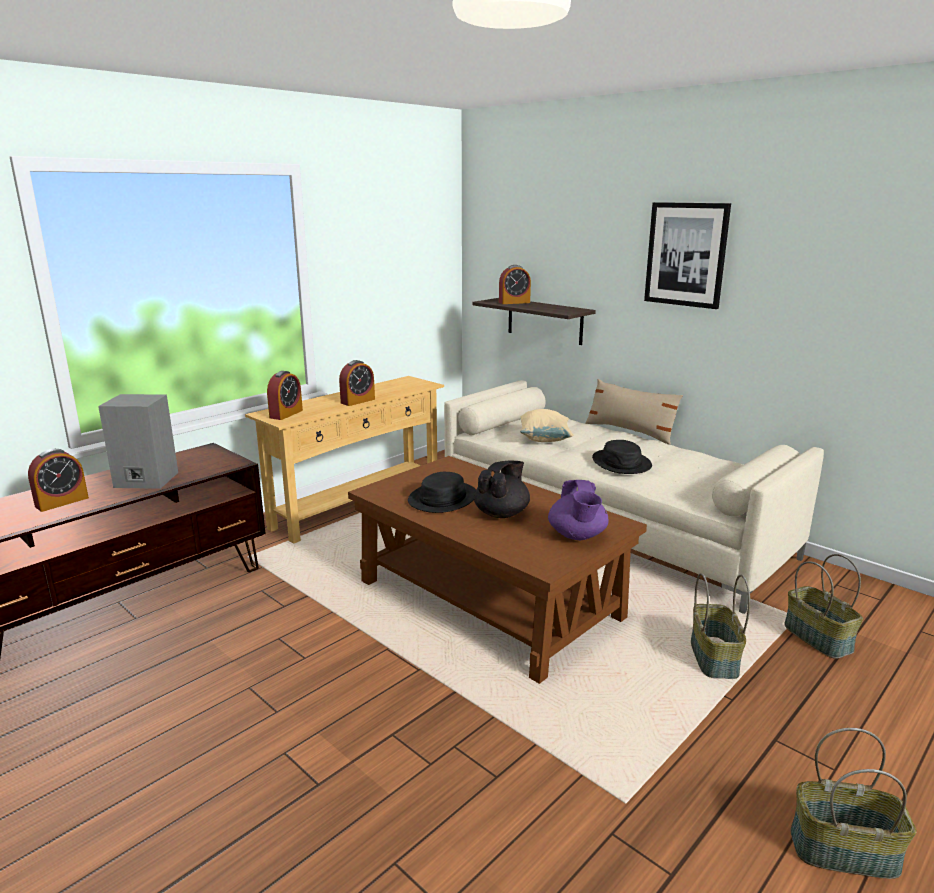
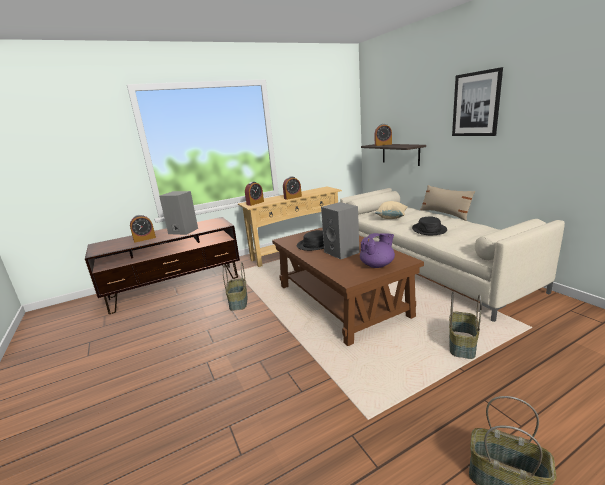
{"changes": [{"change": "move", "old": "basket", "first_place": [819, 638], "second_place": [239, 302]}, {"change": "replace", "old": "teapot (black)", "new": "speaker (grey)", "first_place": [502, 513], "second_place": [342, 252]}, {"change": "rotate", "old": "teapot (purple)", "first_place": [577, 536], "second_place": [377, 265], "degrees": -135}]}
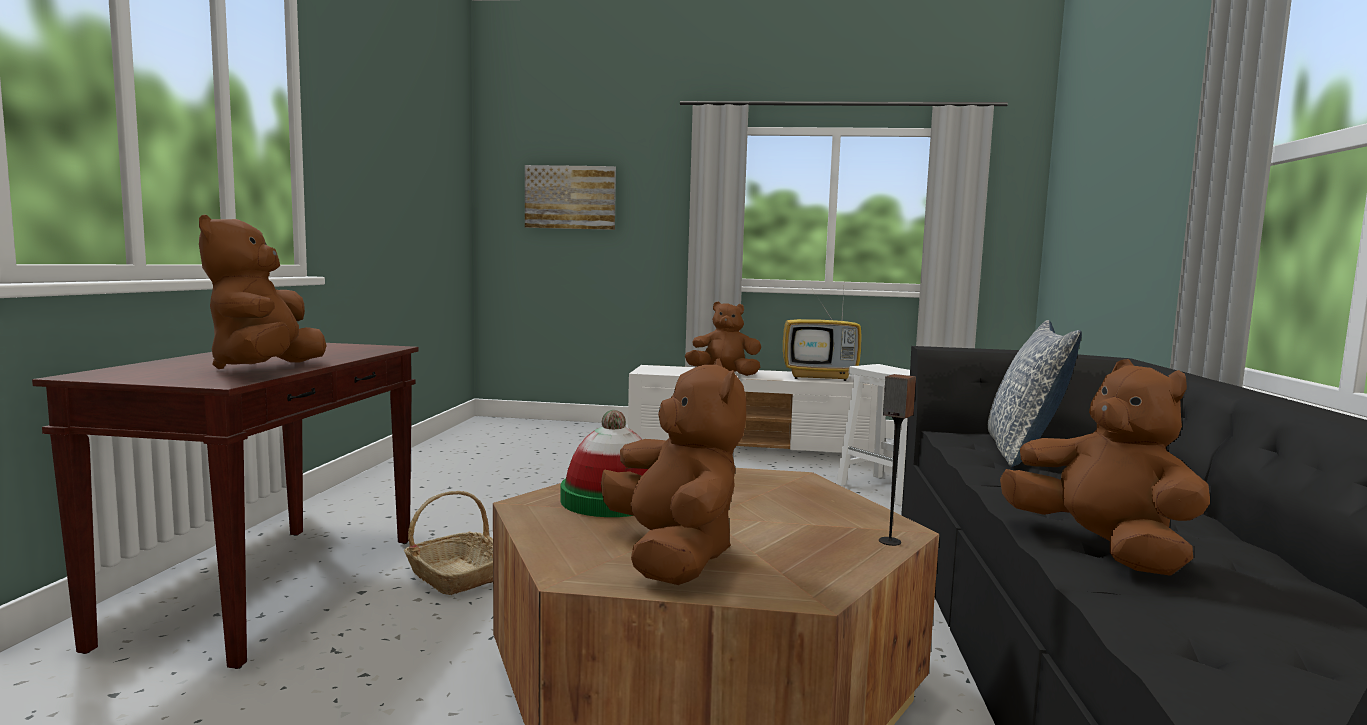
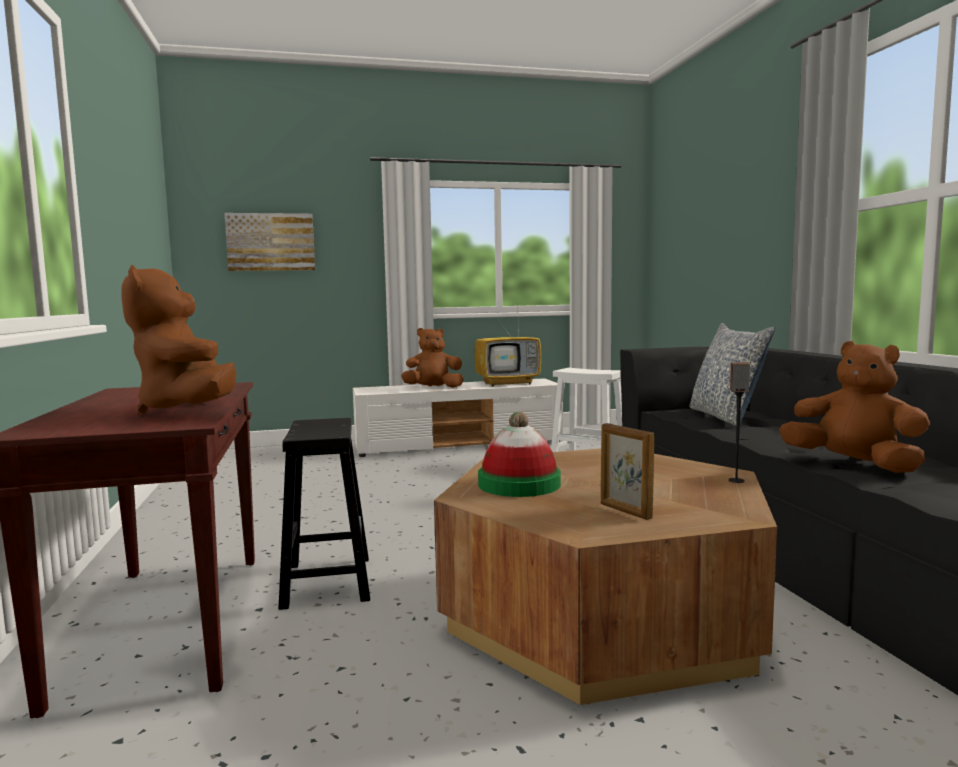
{"changes": [{"change": "replace", "old": "basket", "new": "stool (black)", "first_place": [453, 575], "second_place": [327, 581]}, {"change": "replace", "old": "plush toy (brown)", "new": "picture frame", "first_place": [672, 555], "second_place": [625, 511]}]}
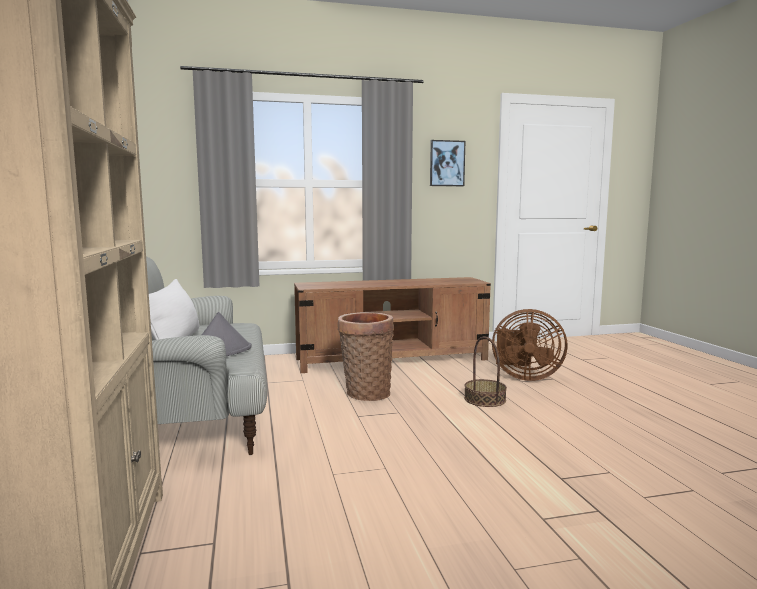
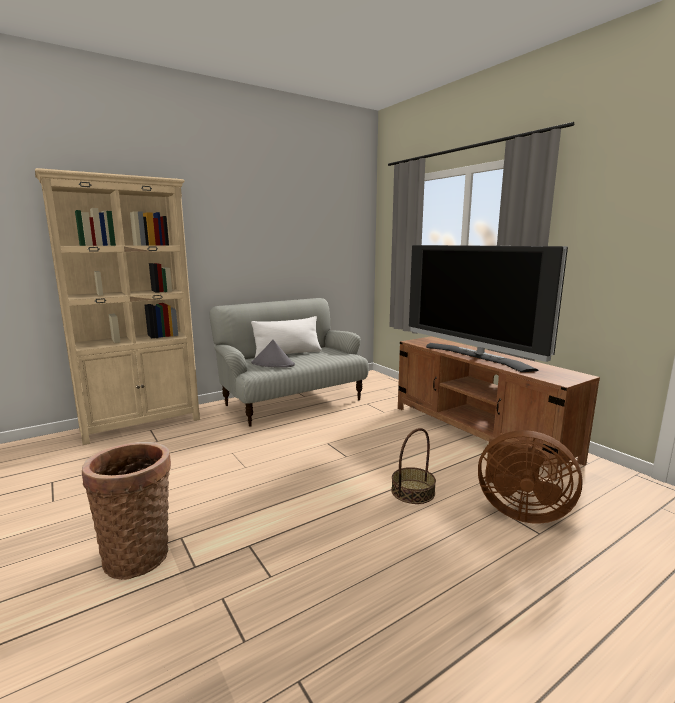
{"changes": [{"change": "move", "old": "basket", "first_place": [365, 393], "second_place": [139, 554]}, {"change": "insert", "new": "television", "second_place": [476, 357]}, {"change": "rotate", "old": "fan (brown)", "first_place": [524, 377], "second_place": [519, 511], "degrees": -60}, {"change": "delete", "old": "picture", "first_place": [446, 163]}]}
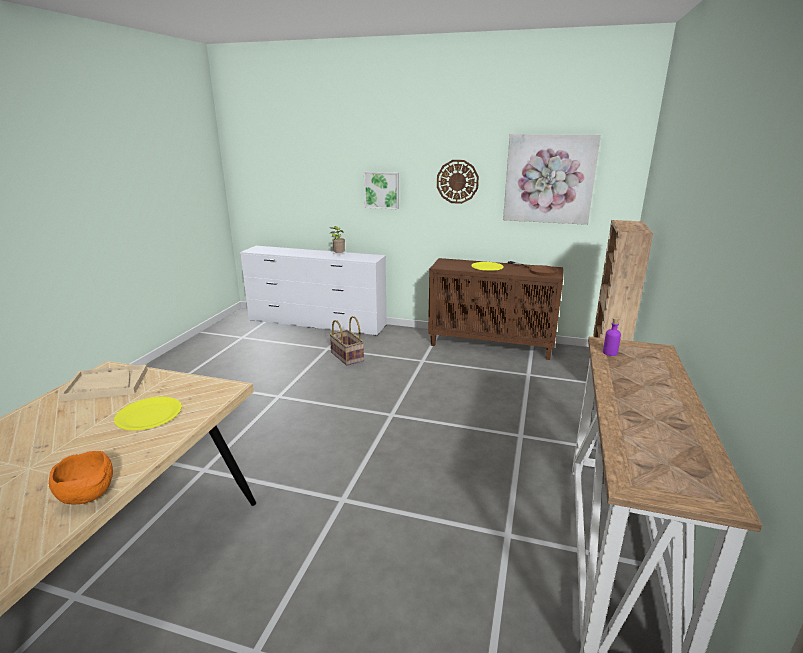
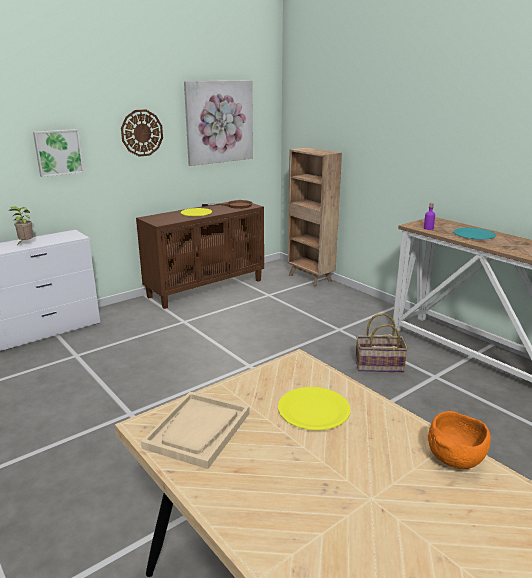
{"changes": [{"change": "move", "old": "basket", "first_place": [346, 357], "second_place": [379, 366]}, {"change": "insert", "new": "plate (turquoise)", "second_place": [473, 235]}]}
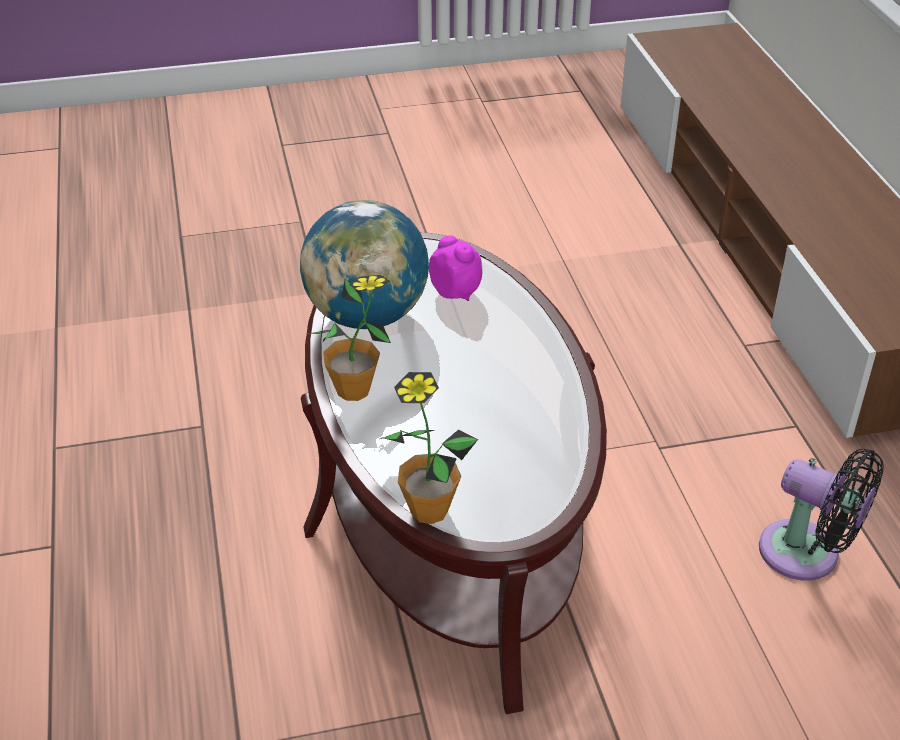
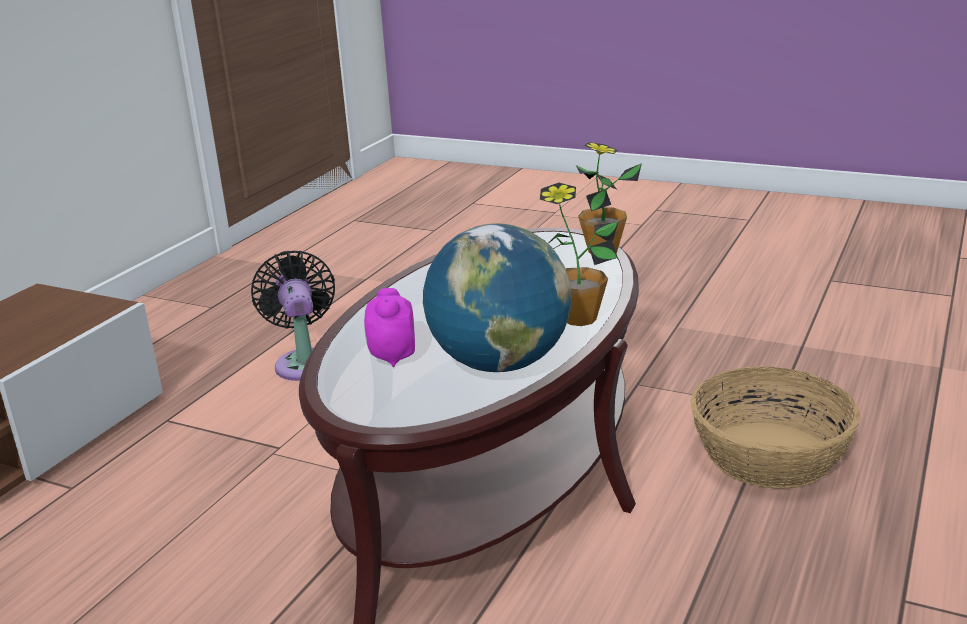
{"changes": [{"change": "insert", "new": "basket", "second_place": [768, 455]}]}
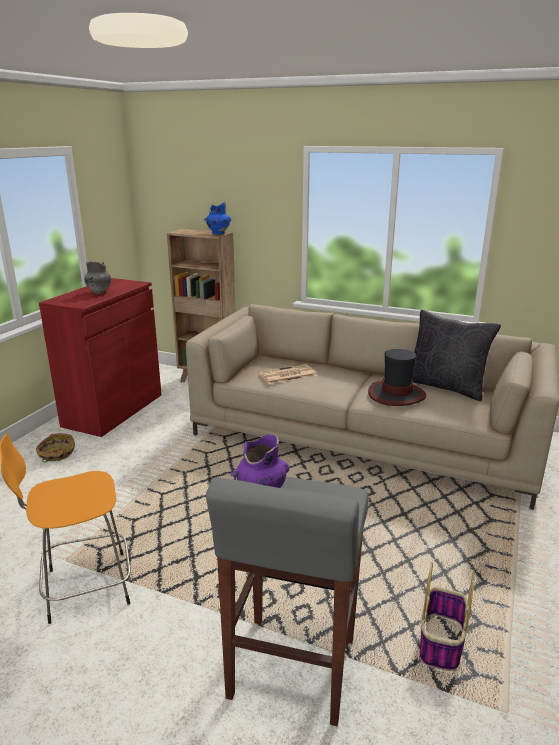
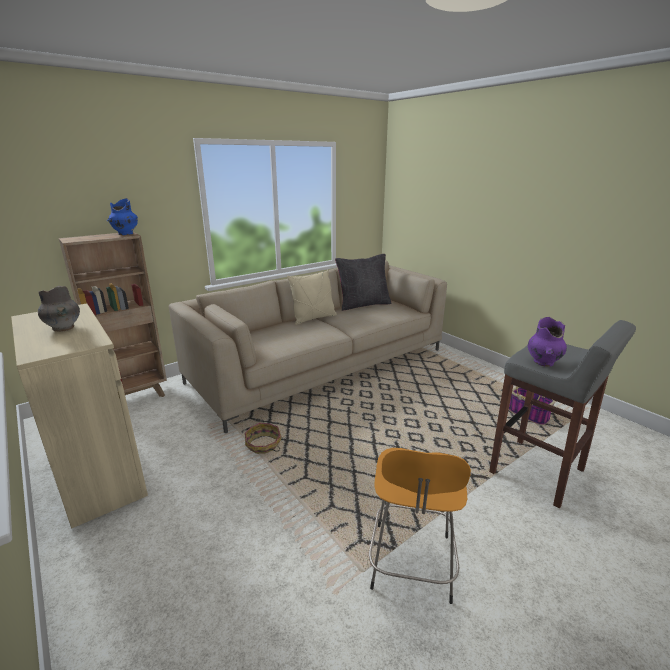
{"changes": [{"change": "recolor", "old": "cabinet (red)", "new": "cabinet (beige)", "first_place": [113, 410], "second_place": [98, 472]}, {"change": "move", "old": "basket", "first_place": [56, 454], "second_place": [263, 445]}, {"change": "insert", "new": "pillow (beige)", "second_place": [313, 318]}, {"change": "delete", "old": "newspaper", "first_place": [287, 375]}, {"change": "delete", "old": "hat", "first_place": [396, 394]}]}
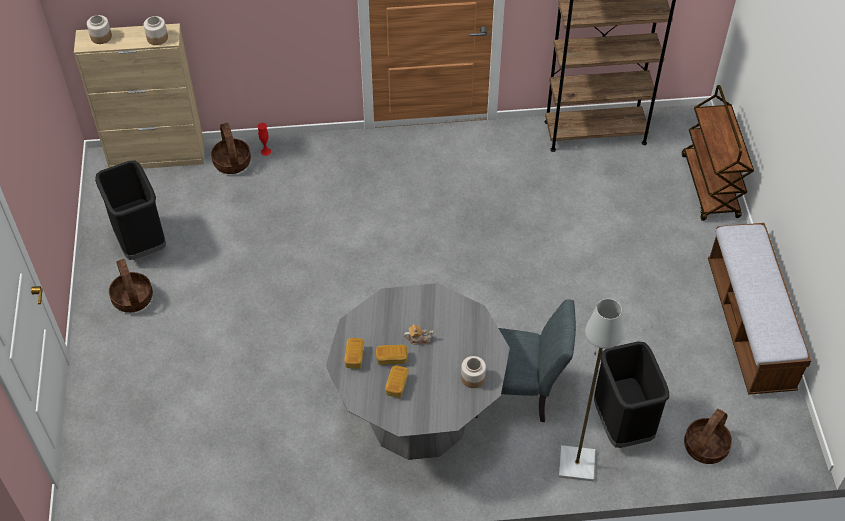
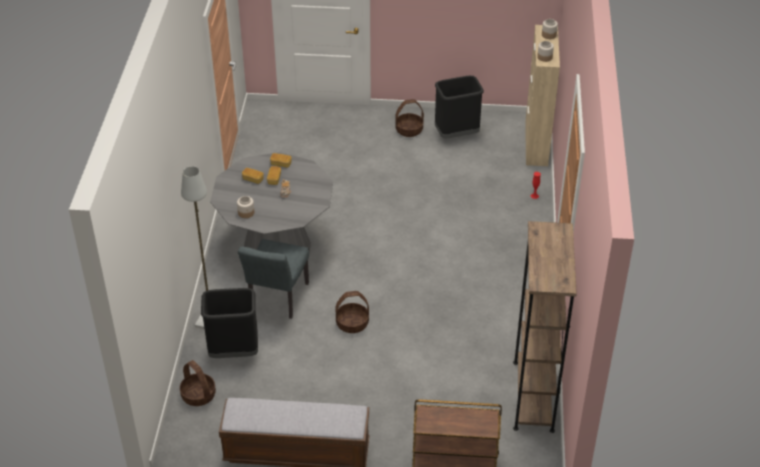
{"changes": [{"change": "move", "old": "basket", "first_place": [232, 162], "second_place": [352, 323]}]}
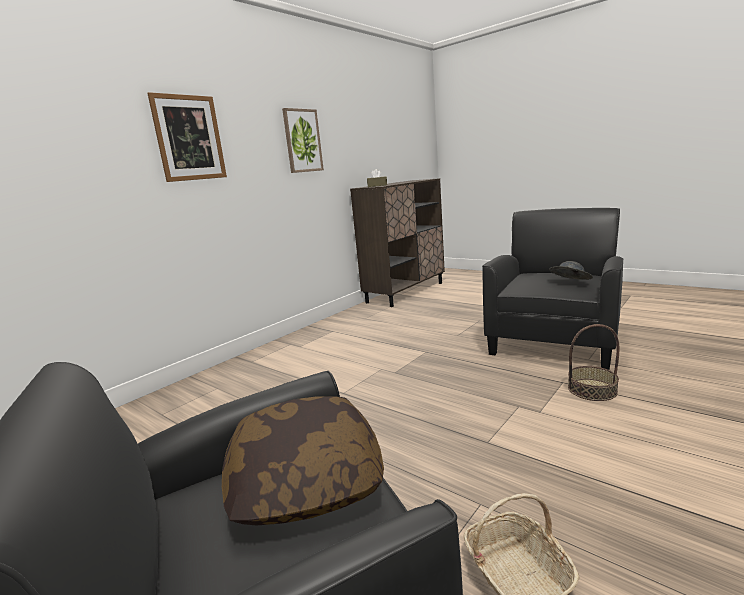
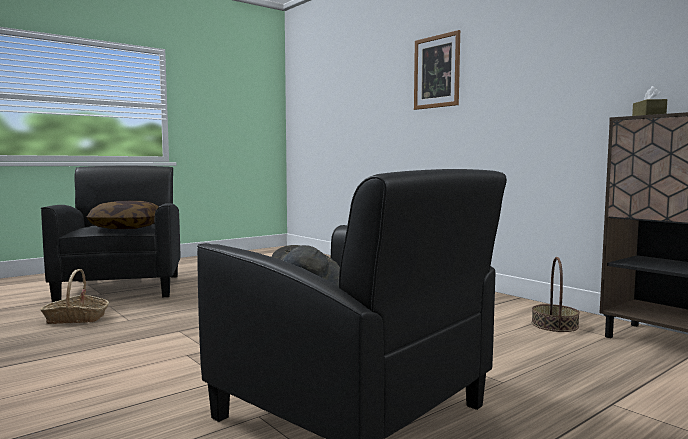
{"changes": [{"change": "move", "old": "basket", "first_place": [592, 390], "second_place": [554, 325]}, {"change": "delete", "old": "picture", "first_place": [302, 141]}]}
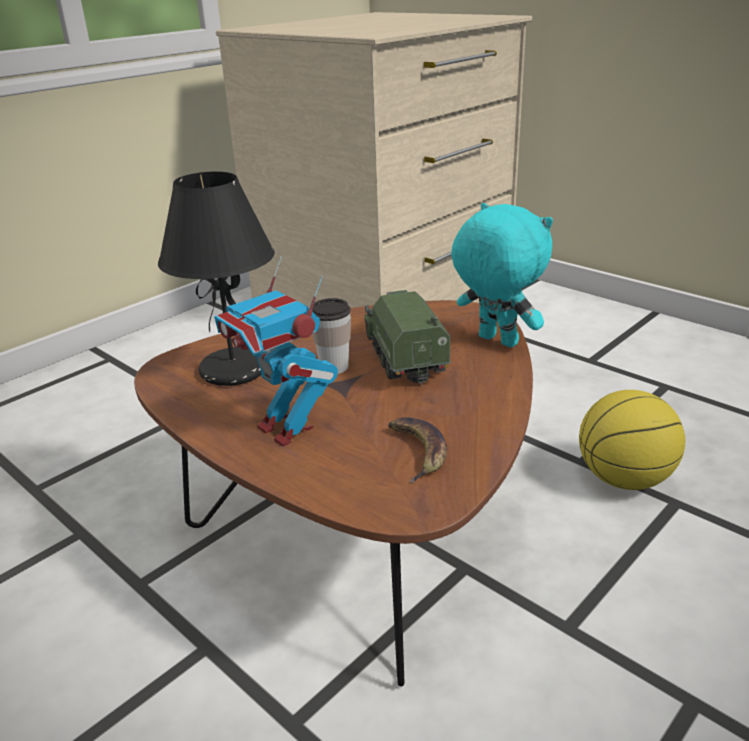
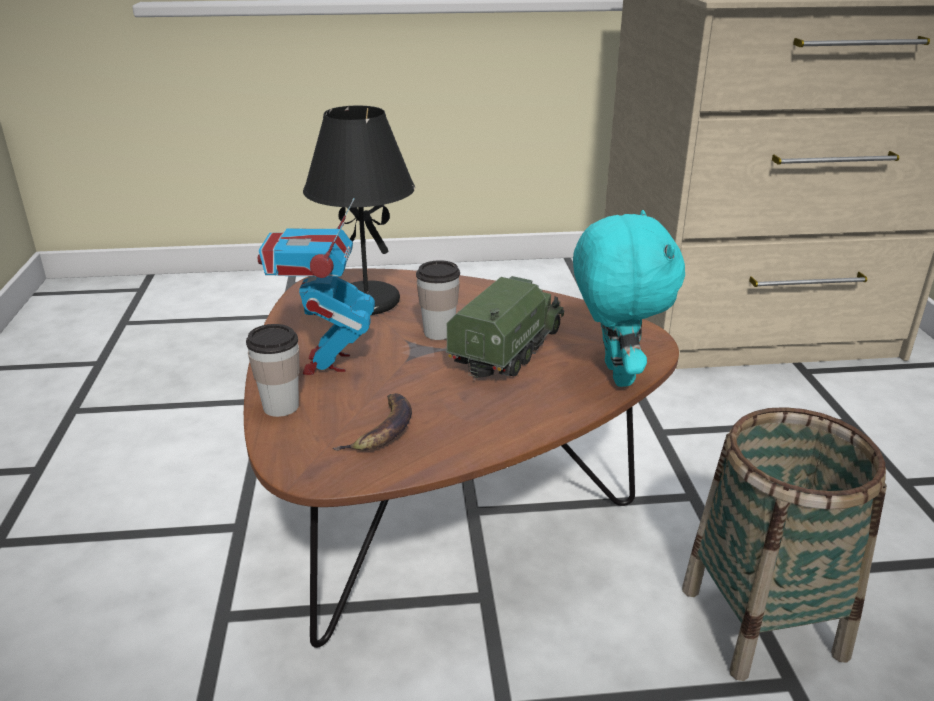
{"changes": [{"change": "insert", "new": "cup", "second_place": [281, 406]}, {"change": "replace", "old": "basketball", "new": "basket", "first_place": [623, 479], "second_place": [761, 621]}]}
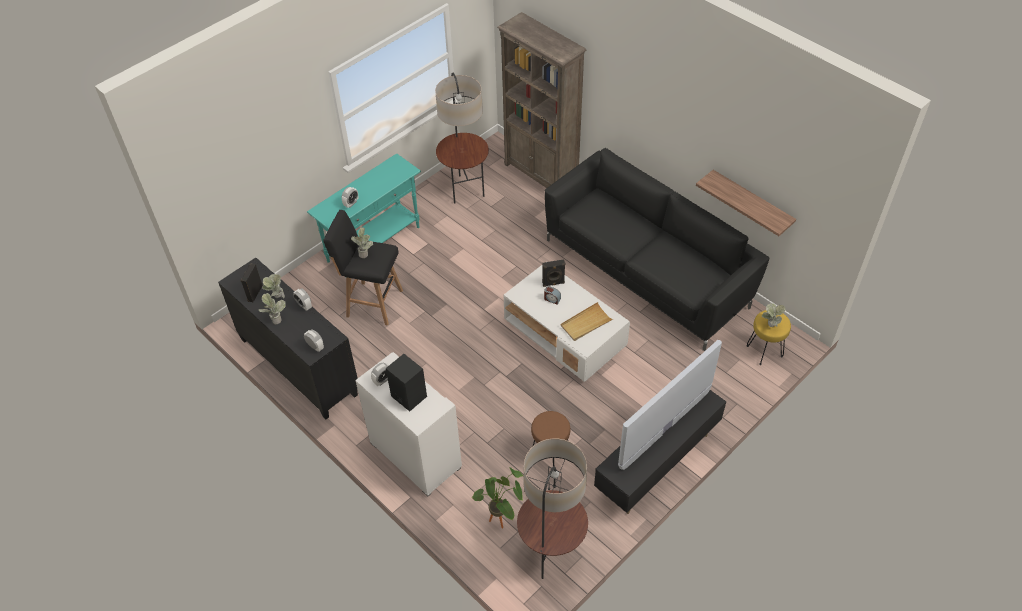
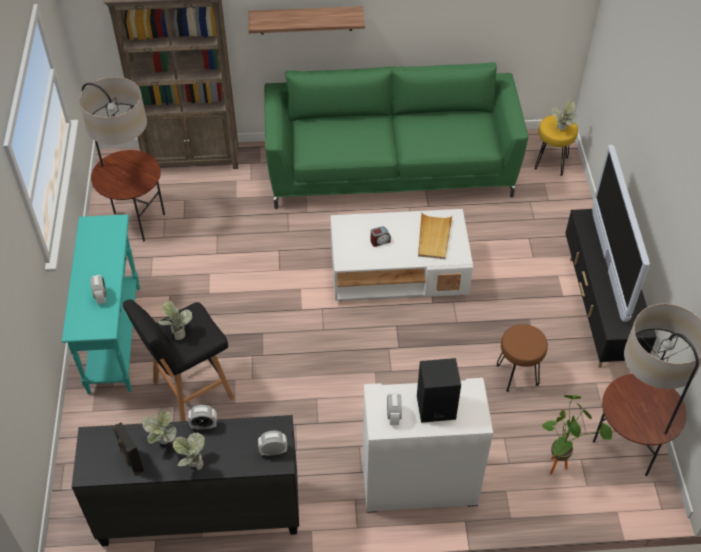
{"changes": [{"change": "move", "old": "shelf", "first_place": [751, 202], "second_place": [306, 20]}, {"change": "recolor", "old": "sofa (black)", "new": "sofa (green)", "first_place": [647, 272], "second_place": [391, 171]}, {"change": "delete", "old": "speaker (black)", "first_place": [553, 283]}]}
